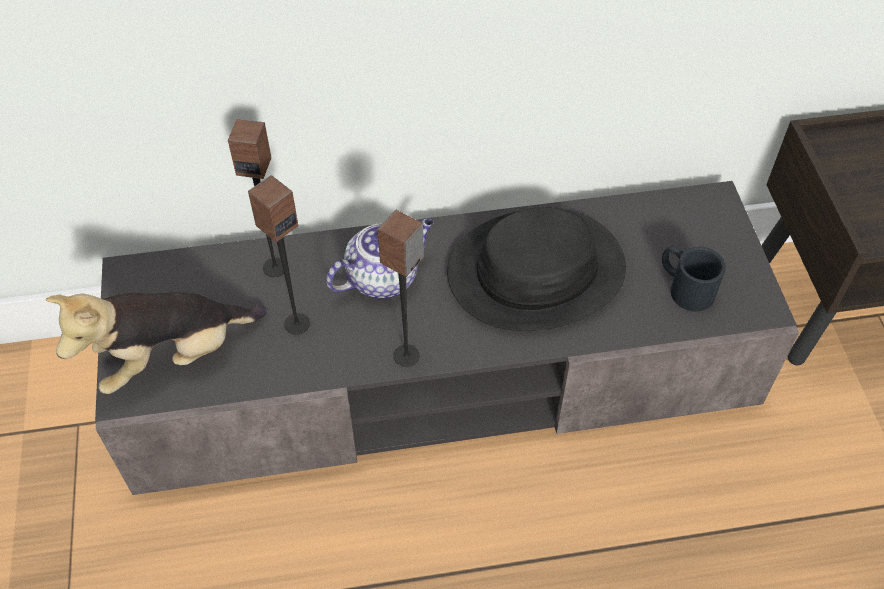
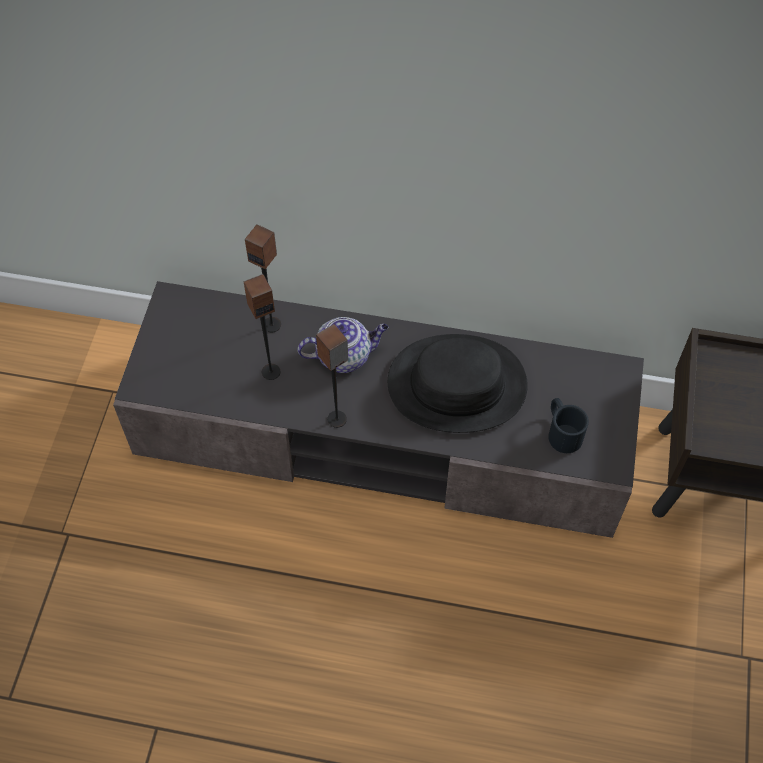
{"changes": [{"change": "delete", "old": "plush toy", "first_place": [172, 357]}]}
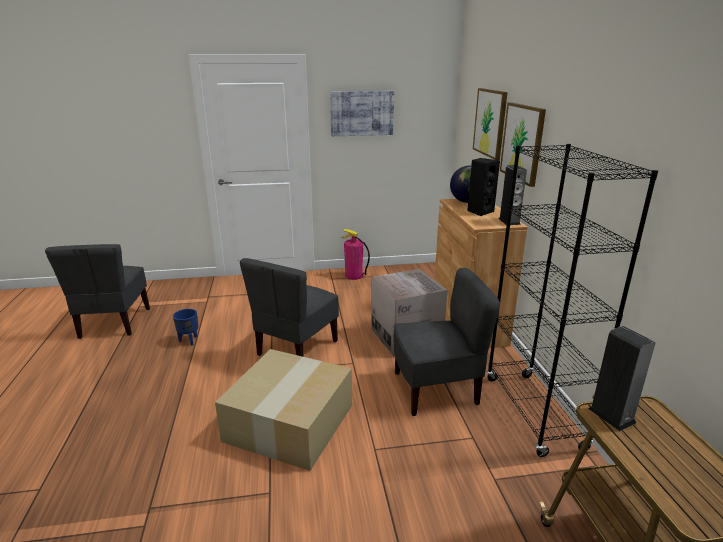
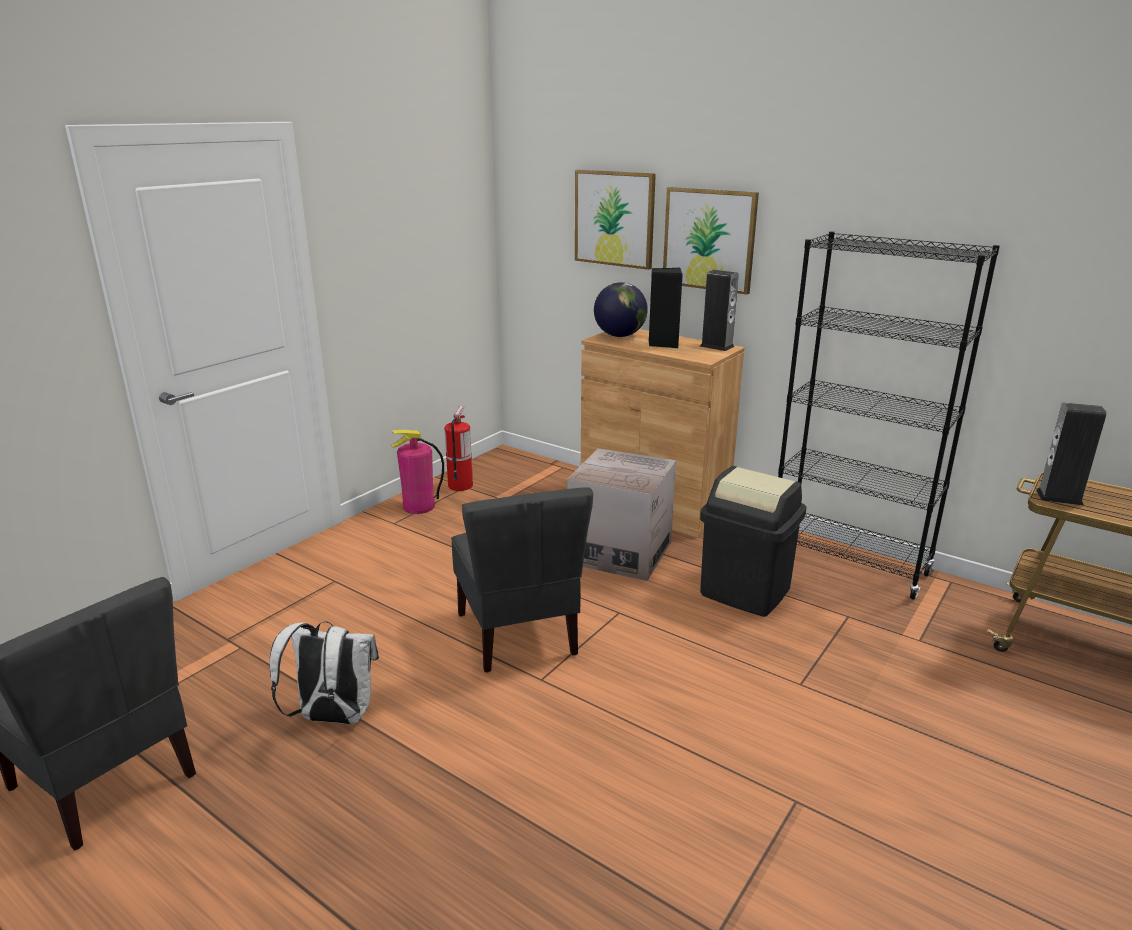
{"changes": [{"change": "replace", "old": "planter (blue)", "new": "backpack (white)", "first_place": [189, 341], "second_place": [333, 717]}, {"change": "insert", "new": "fire extinguisher", "second_place": [460, 485]}, {"change": "replace", "old": "chair (grey)", "new": "trash can (black)", "first_place": [436, 390], "second_place": [745, 591]}, {"change": "delete", "old": "cardboard box", "first_place": [290, 424]}, {"change": "delete", "old": "picture", "first_place": [362, 113]}]}
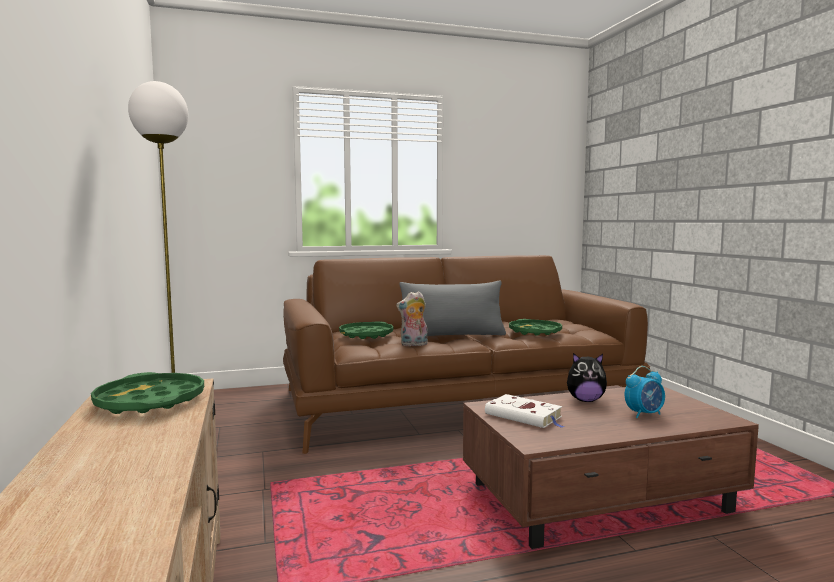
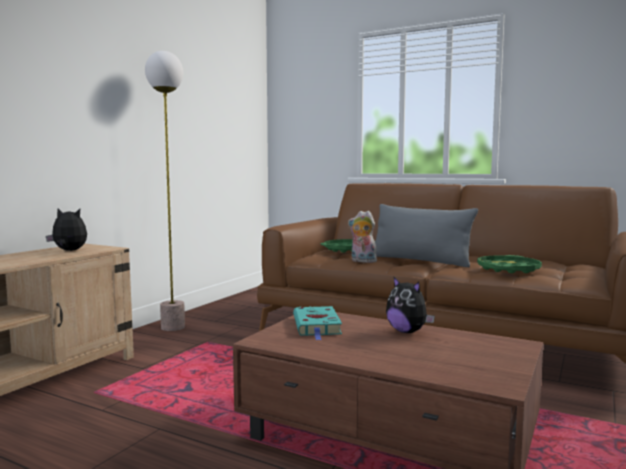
{"changes": [{"change": "replace", "old": "tray (green)", "new": "plush toy", "first_place": [150, 402], "second_place": [69, 251]}, {"change": "recolor", "old": "book (white)", "new": "book (turquoise)", "first_place": [525, 416], "second_place": [317, 326]}, {"change": "delete", "old": "alarm clock", "first_place": [644, 414]}]}
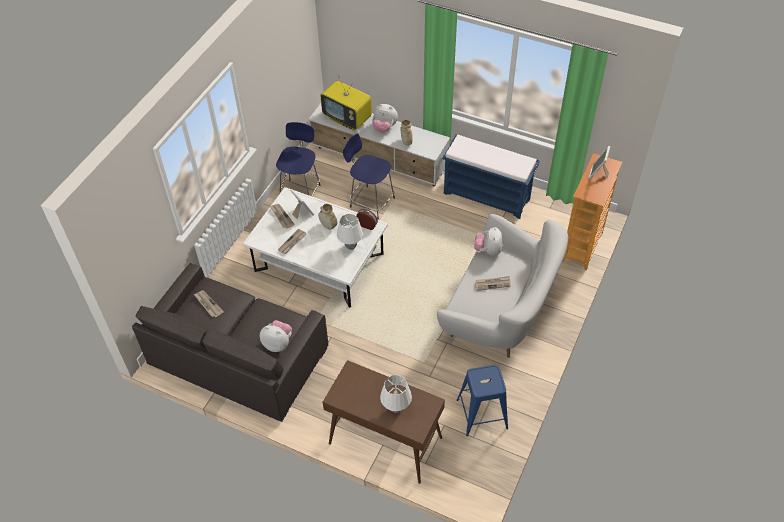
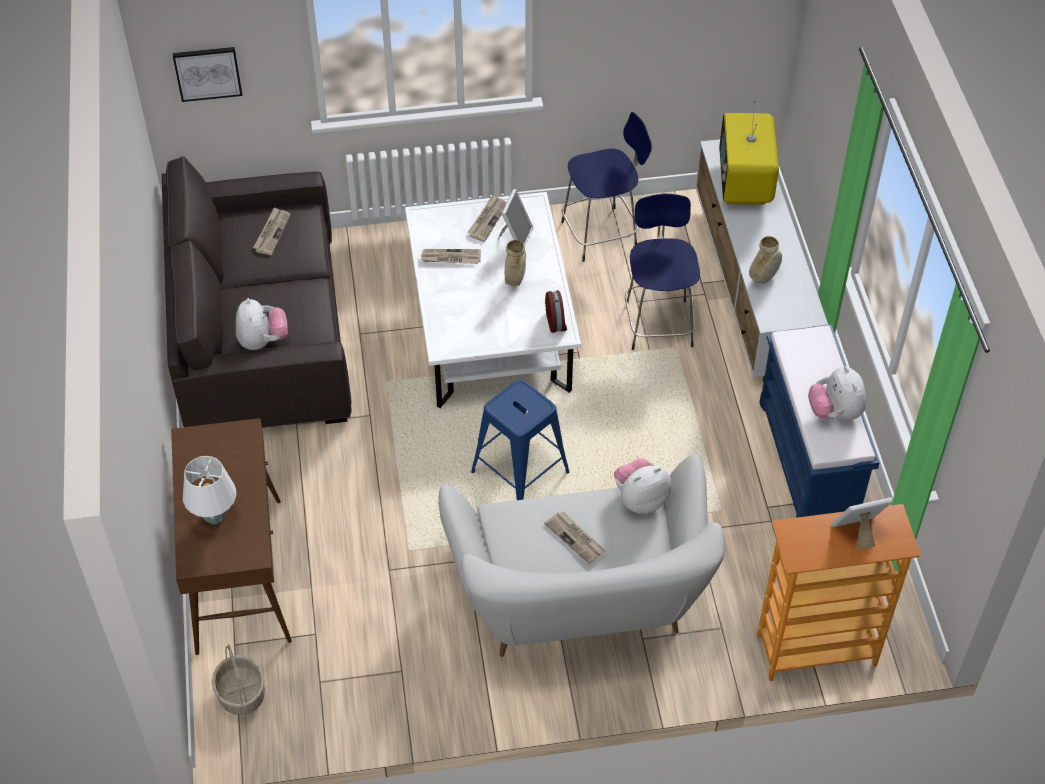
{"changes": [{"change": "insert", "new": "picture", "second_place": [207, 73]}, {"change": "insert", "new": "basket", "second_place": [241, 694]}, {"change": "move", "old": "stool (blue)", "first_place": [482, 413], "second_place": [520, 472]}, {"change": "move", "old": "plush toy", "first_place": [384, 127], "second_place": [835, 412]}, {"change": "delete", "old": "table lamp (white)", "first_place": [350, 246]}]}
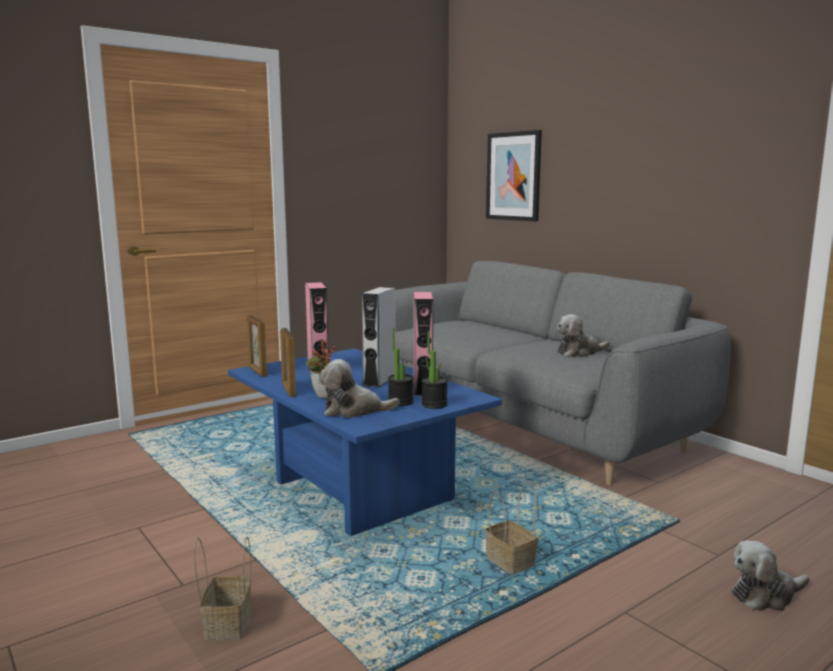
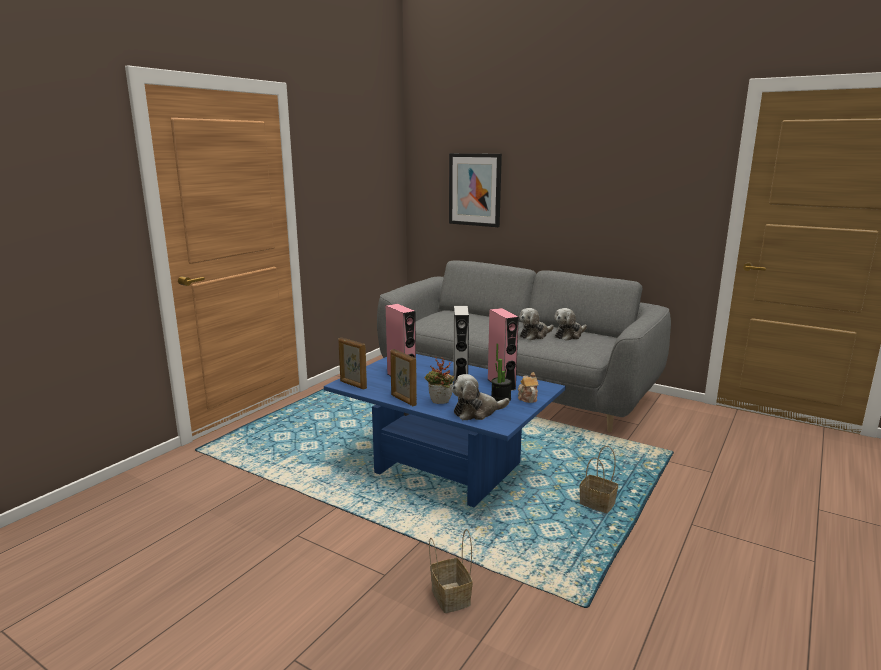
{"changes": [{"change": "replace", "old": "potted plant", "new": "teapot", "first_place": [434, 404], "second_place": [527, 398]}, {"change": "move", "old": "plush toy", "first_place": [765, 595], "second_place": [534, 335]}]}
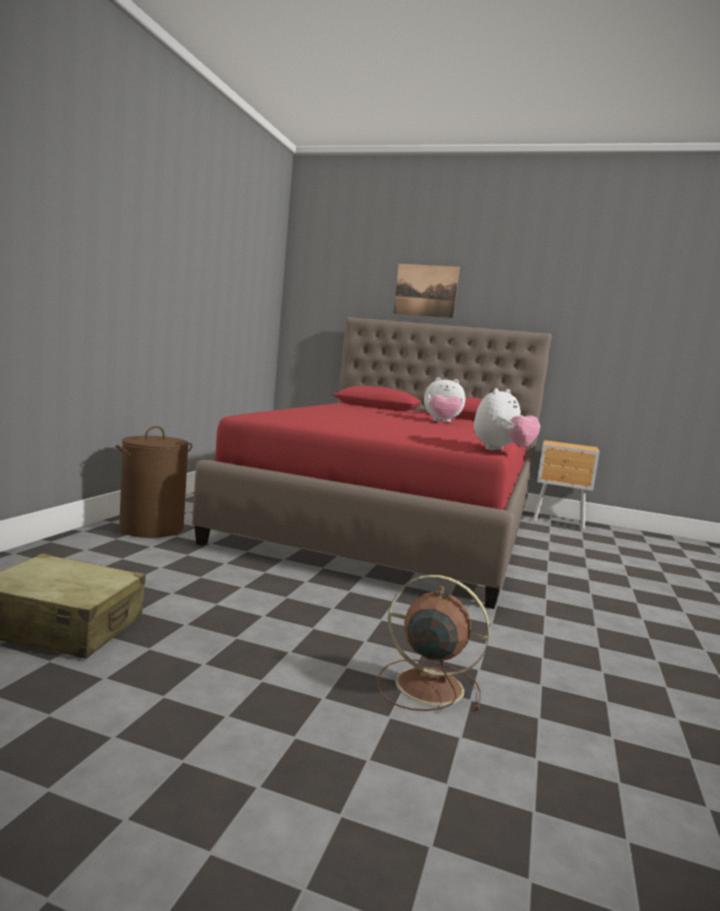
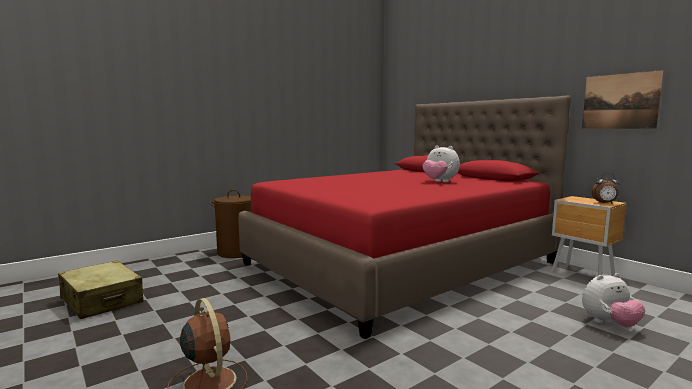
{"changes": [{"change": "move", "old": "picture", "first_place": [426, 290], "second_place": [620, 101]}, {"change": "move", "old": "plush toy", "first_place": [501, 450], "second_place": [609, 324]}, {"change": "insert", "new": "alarm clock", "second_place": [605, 203]}]}
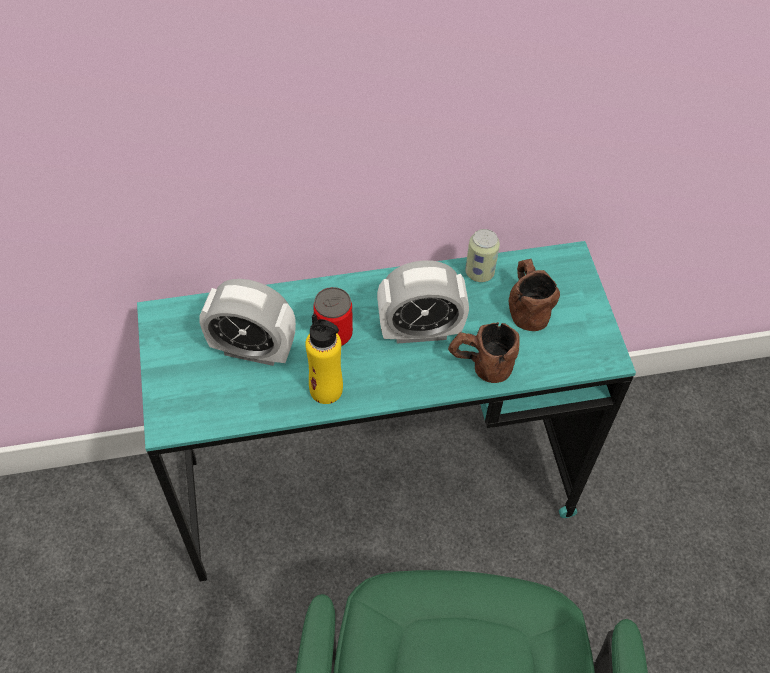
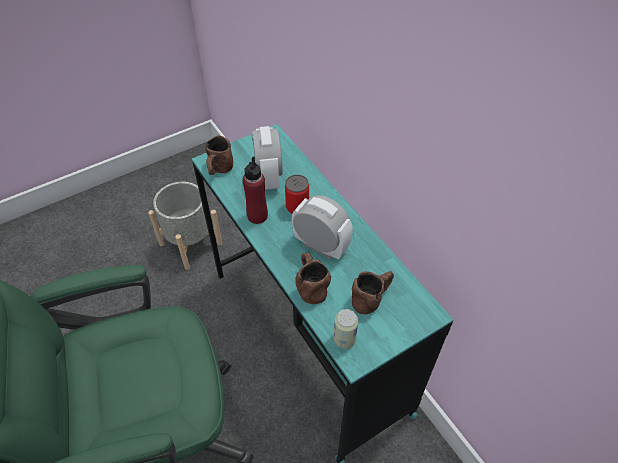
{"changes": [{"change": "insert", "new": "planter (grey)", "second_place": [190, 243]}, {"change": "insert", "new": "mug (brown)", "second_place": [219, 171]}, {"change": "recolor", "old": "bottle (yellow)", "new": "bottle (red)", "first_place": [326, 390], "second_place": [257, 216]}, {"change": "rotate", "old": "alarm clock", "first_place": [420, 331], "second_place": [321, 246], "degrees": 150}, {"change": "move", "old": "can", "first_place": [479, 273], "second_place": [344, 339]}]}
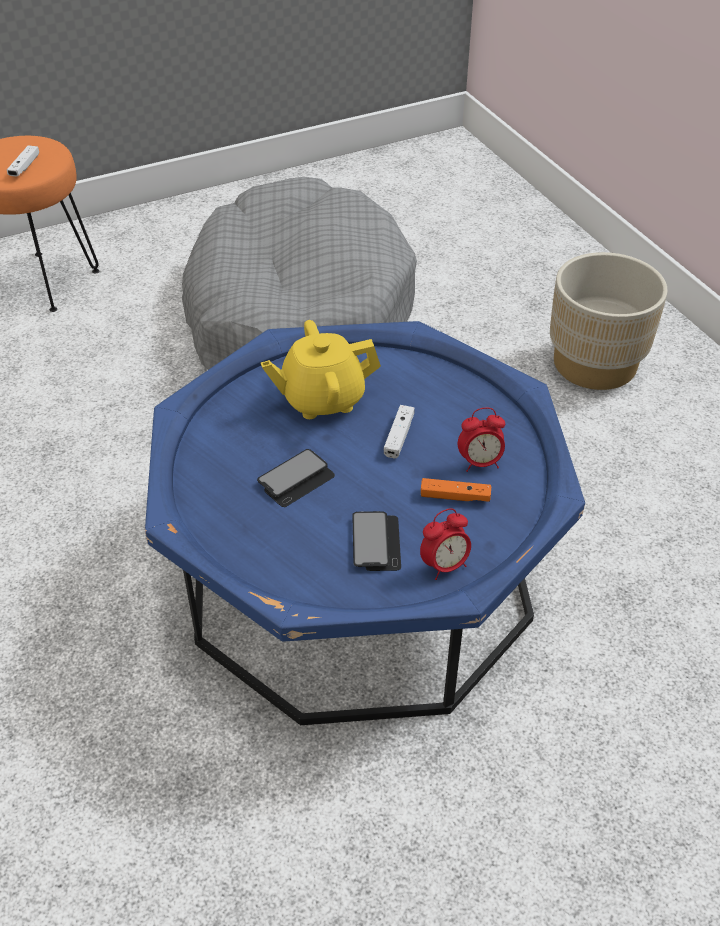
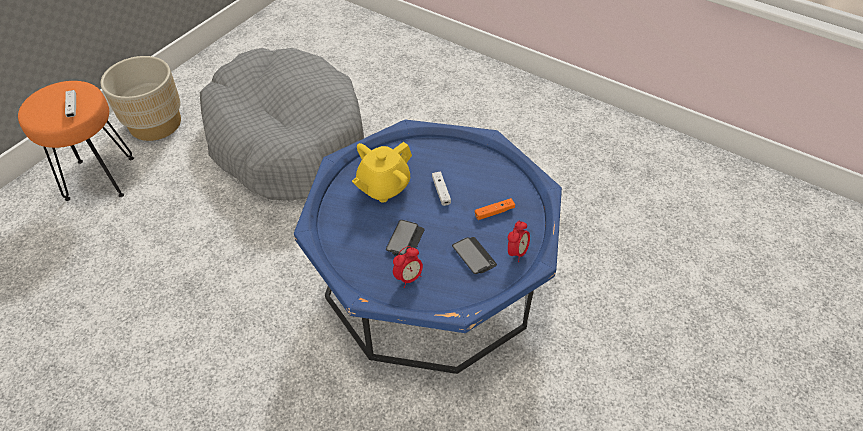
{"changes": [{"change": "move", "old": "planter (beige)", "first_place": [594, 364], "second_place": [155, 124]}, {"change": "move", "old": "alarm clock", "first_place": [480, 463], "second_place": [408, 278]}]}
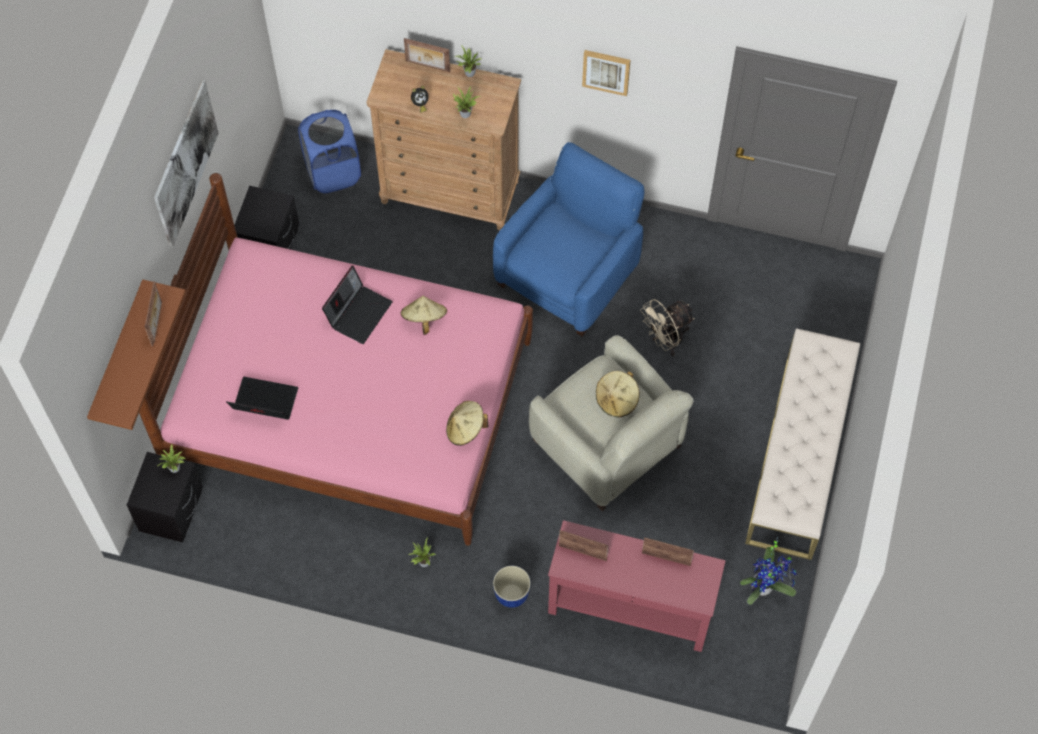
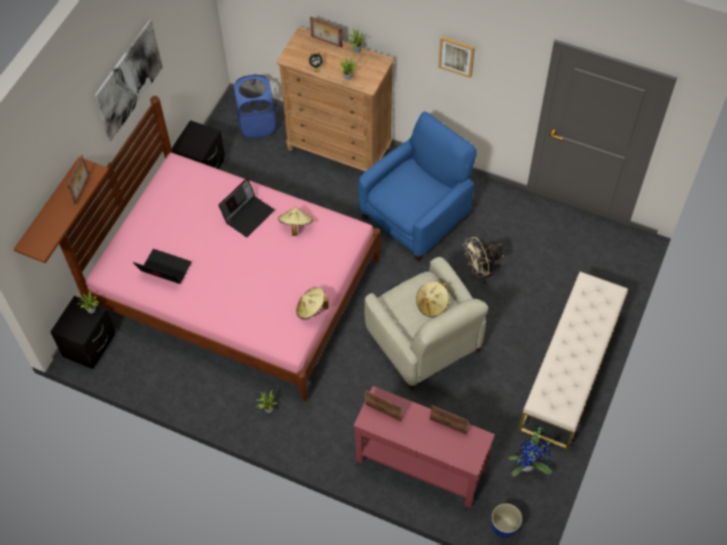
{"changes": [{"change": "move", "old": "planter", "first_place": [511, 594], "second_place": [503, 527]}]}
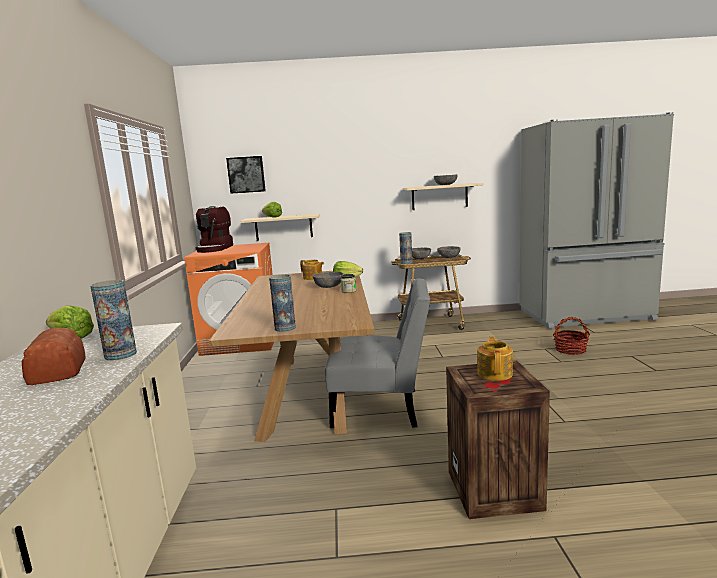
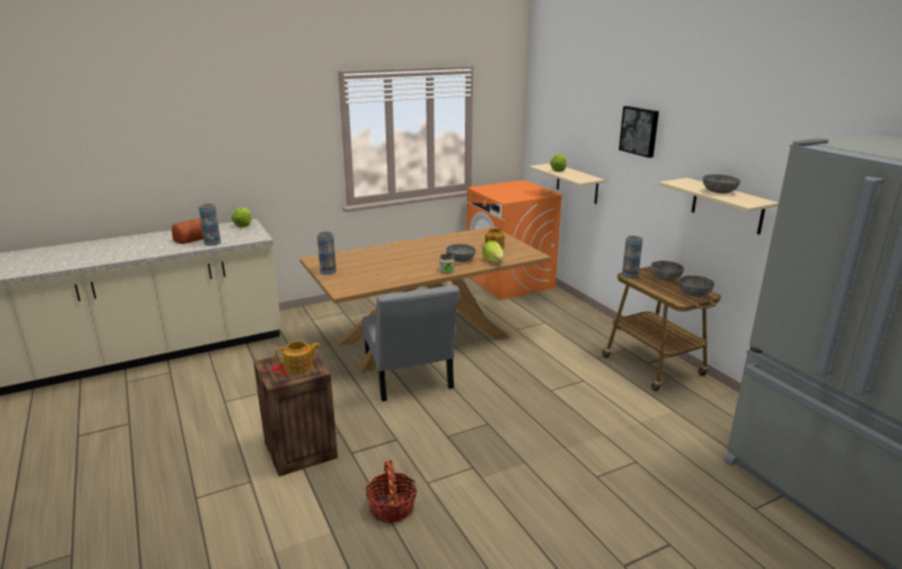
{"changes": [{"change": "move", "old": "basket", "first_place": [570, 350], "second_place": [392, 507]}, {"change": "move", "old": "picture", "first_place": [246, 174], "second_place": [640, 131]}, {"change": "delete", "old": "coffee machine", "first_place": [215, 248]}]}
